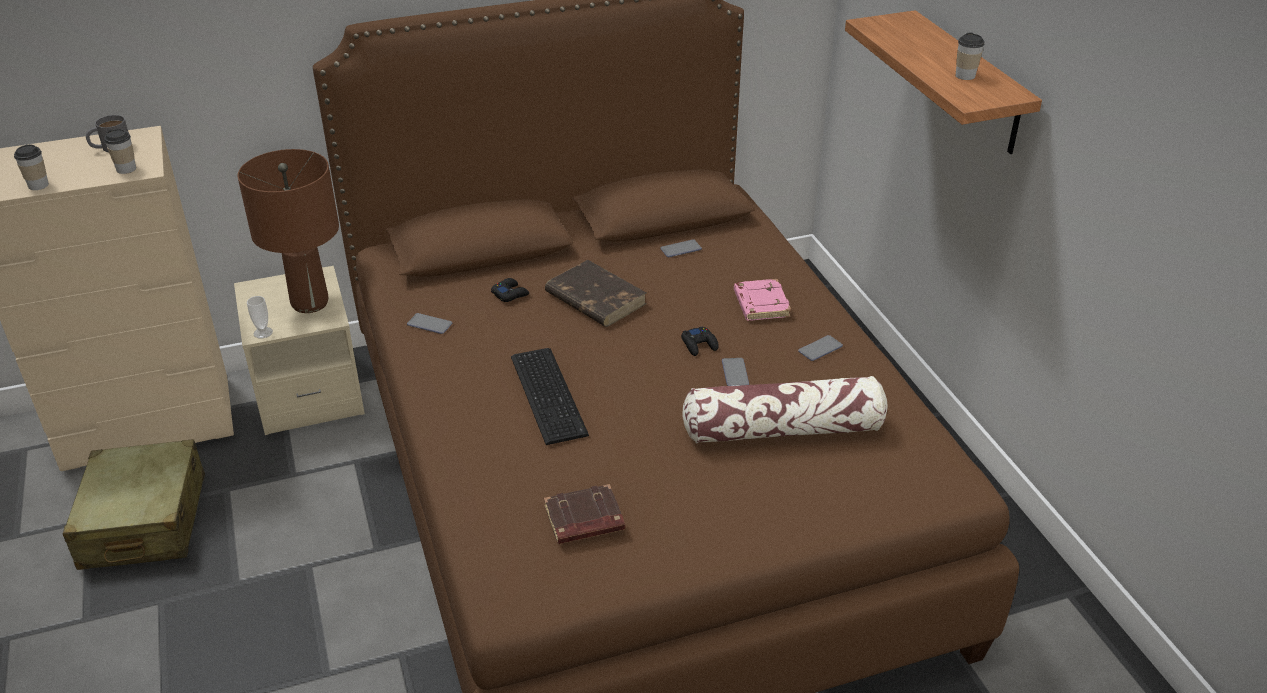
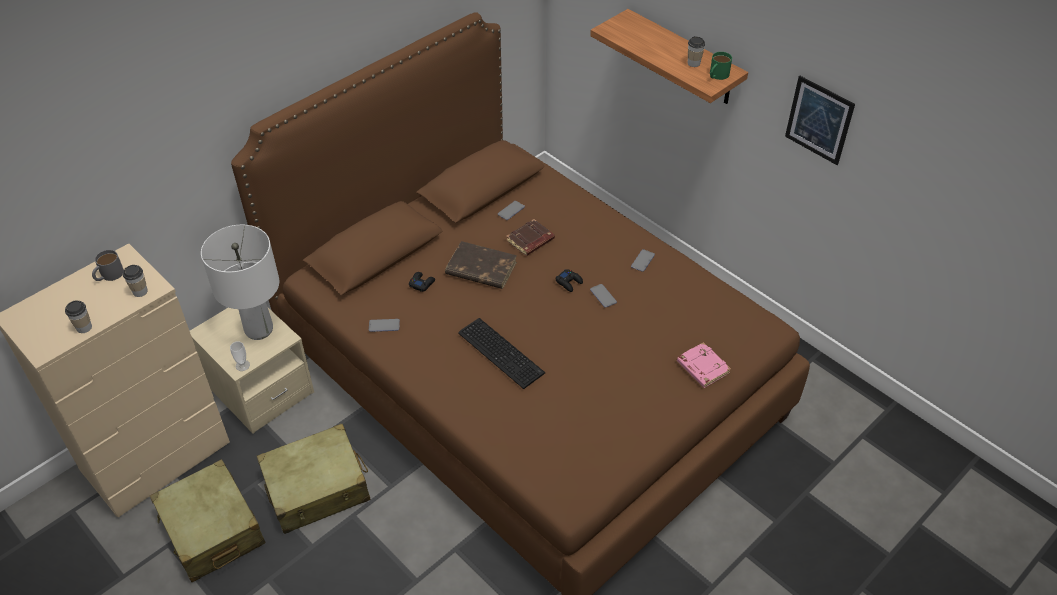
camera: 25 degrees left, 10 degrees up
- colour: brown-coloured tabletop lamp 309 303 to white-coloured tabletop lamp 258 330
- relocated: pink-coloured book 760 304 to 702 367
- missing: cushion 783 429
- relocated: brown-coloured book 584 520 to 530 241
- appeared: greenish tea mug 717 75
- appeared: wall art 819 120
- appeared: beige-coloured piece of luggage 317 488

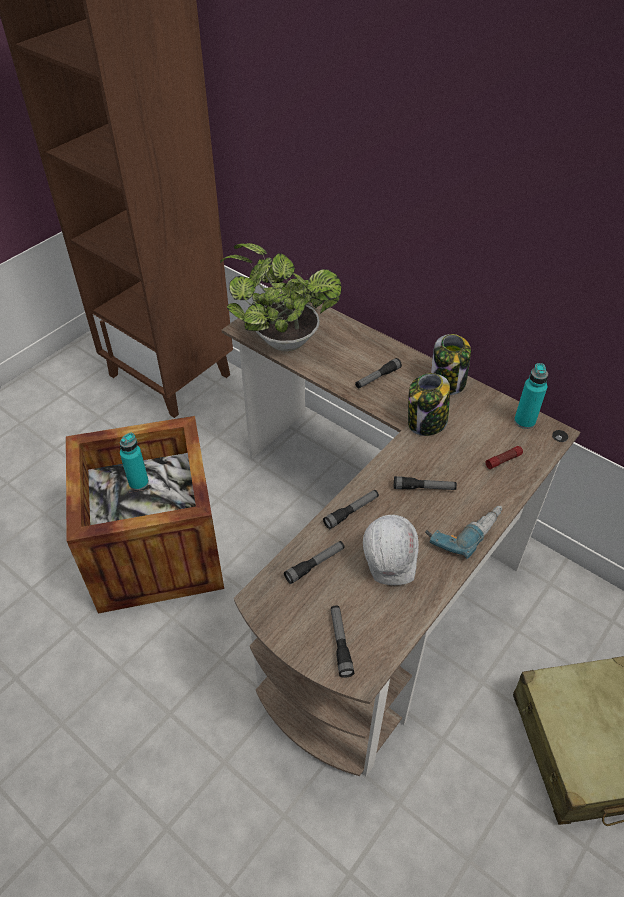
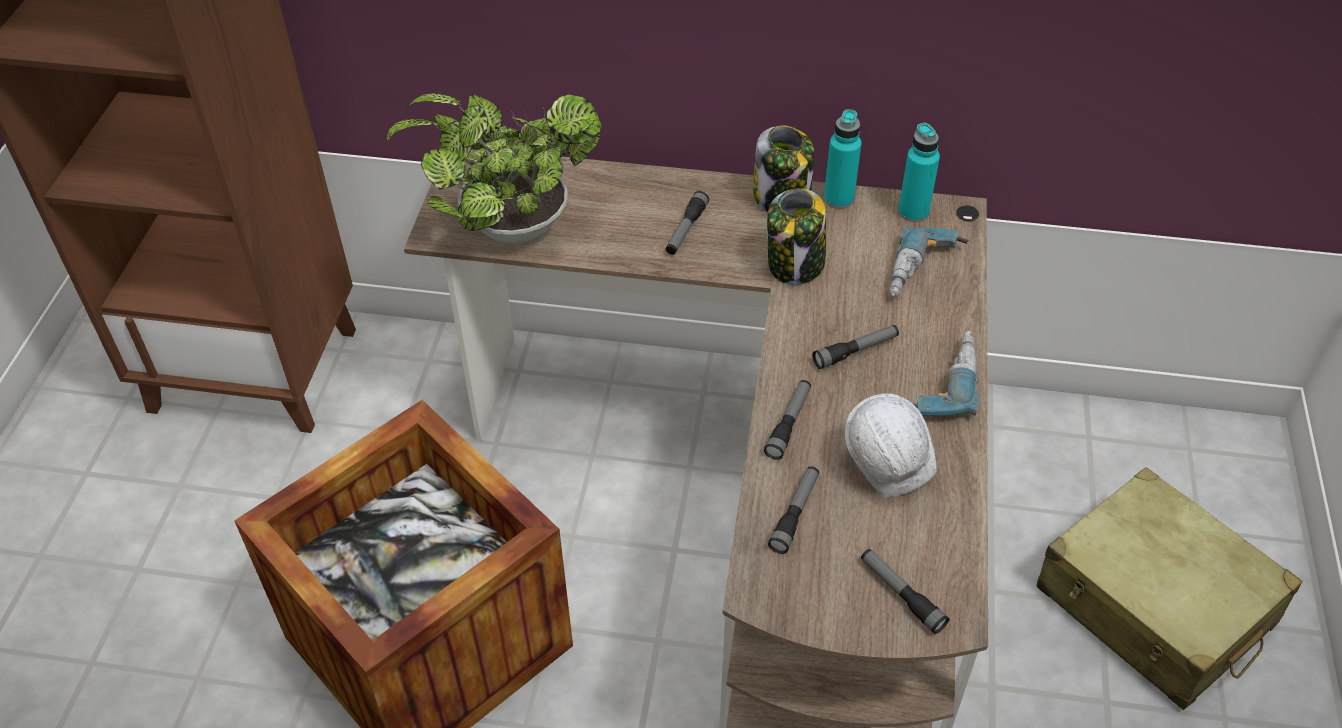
camera: 30 degrees left, 0 degrees up
- relocated: turquoise-coloured beverage bottle 138 482 to 838 198
- exchanged: flashlight 503 460 to power drill 924 273

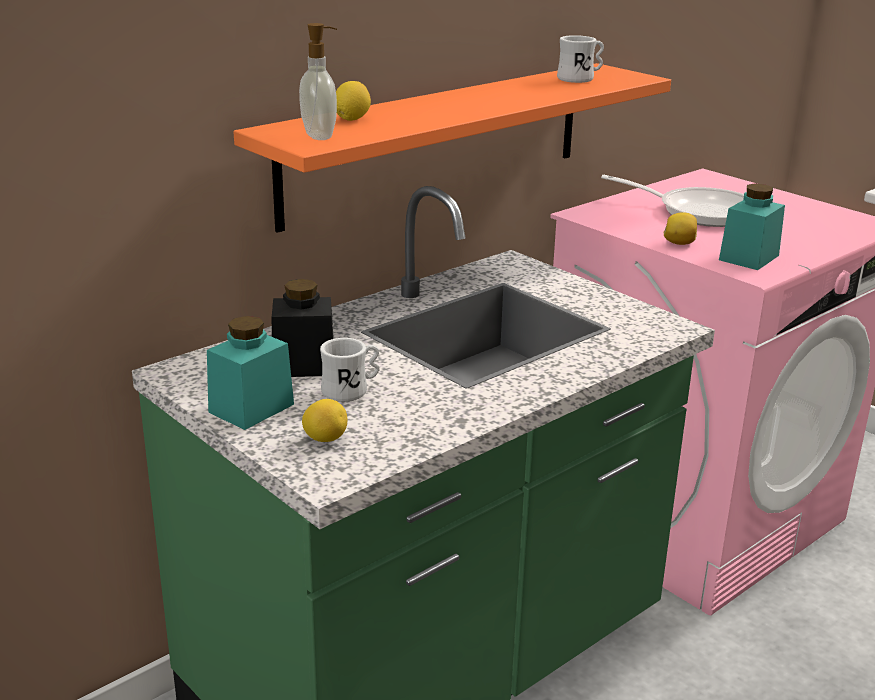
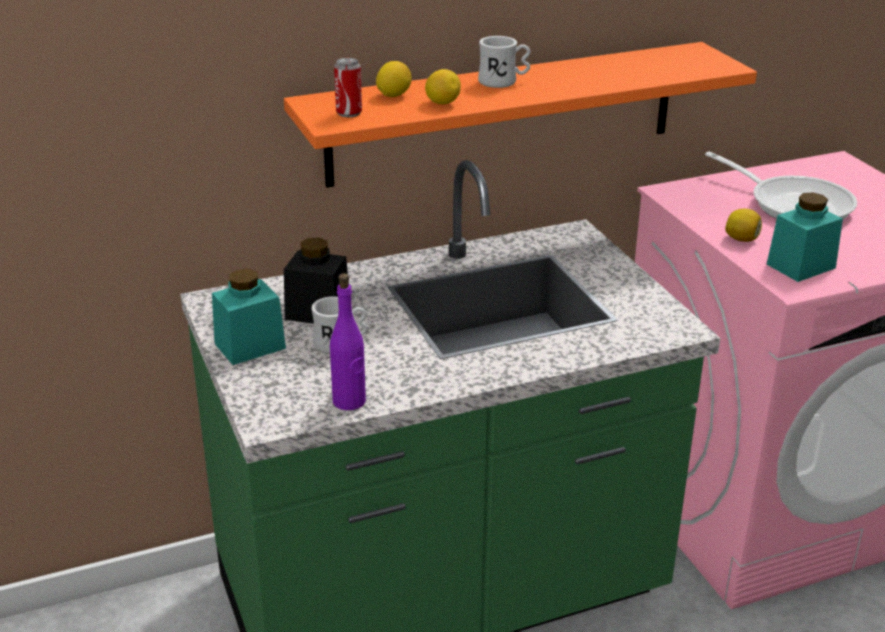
camera: 20 degrees right, 5 degrees up
- exchanged: soap dispenser 320 136 to can 349 113
- relocated: white-coloured tea mug 580 79 to 503 82
- relocated: citrus fruit 325 439 to 442 103
- appeared: purplish beverage bottle 349 401

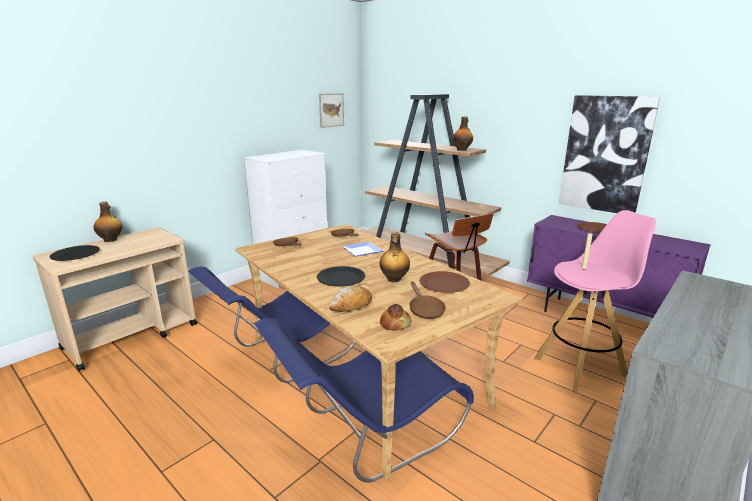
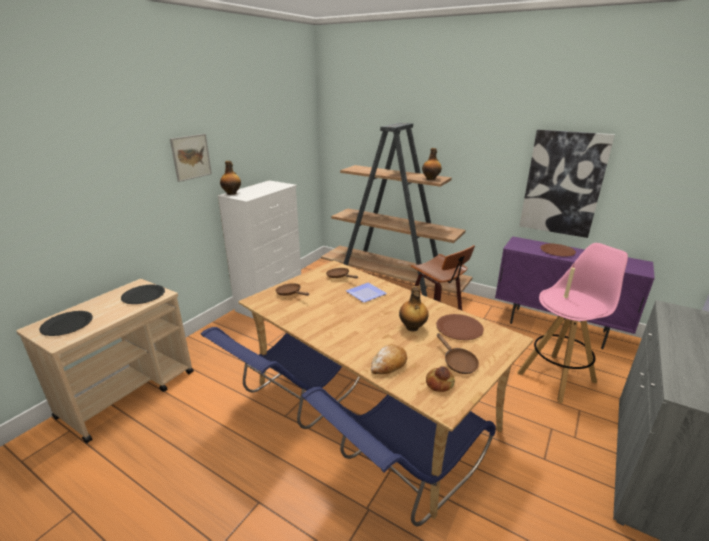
camera: 10 degrees left, 5 degrees up
- relocated: wall art 331 110 to 191 157
- relocated: beverage bottle 111 240 to 232 193
- relocated: blackish plate 341 278 to 143 295

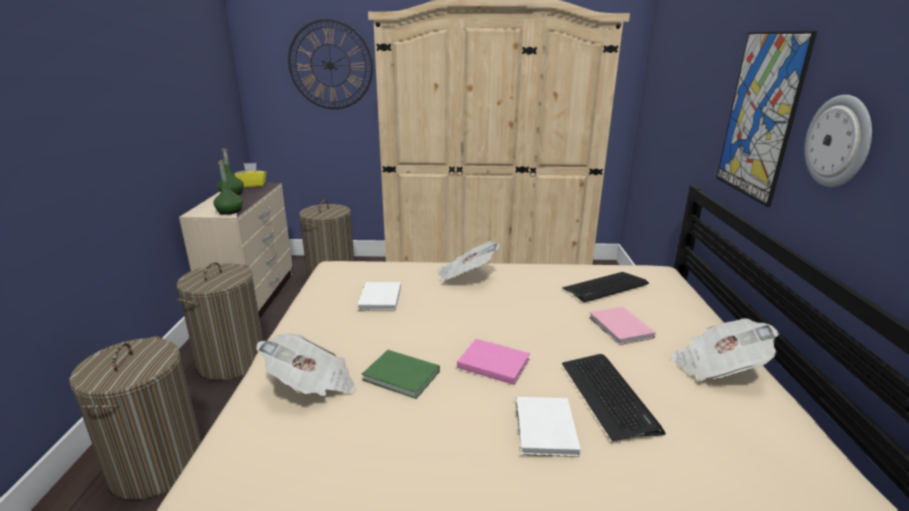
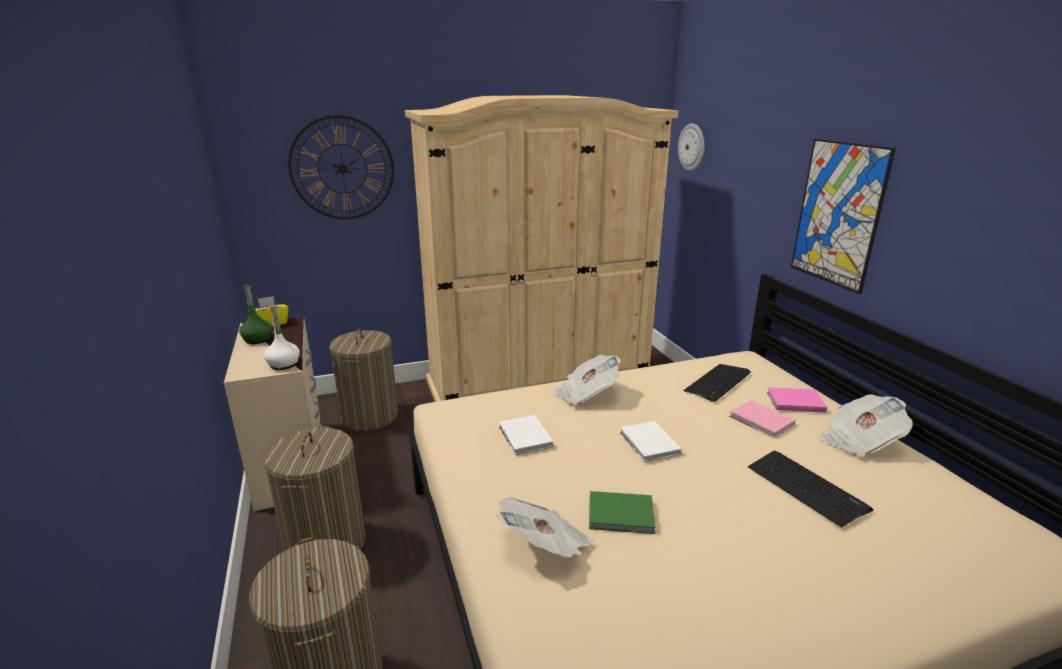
camera: 20 degrees left, 0 degrees up
- relocated: wall clock 839 141 to 692 147
- colour: greenish beverage bottle 229 211 to white-coloured beverage bottle 284 364
- relocated: pink-coloured book 492 362 to 793 401
- relocated: white-coloured book 544 430 to 649 444

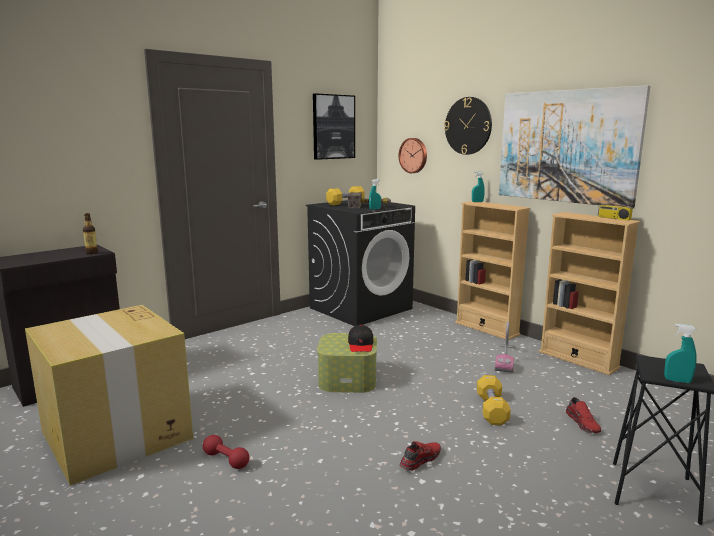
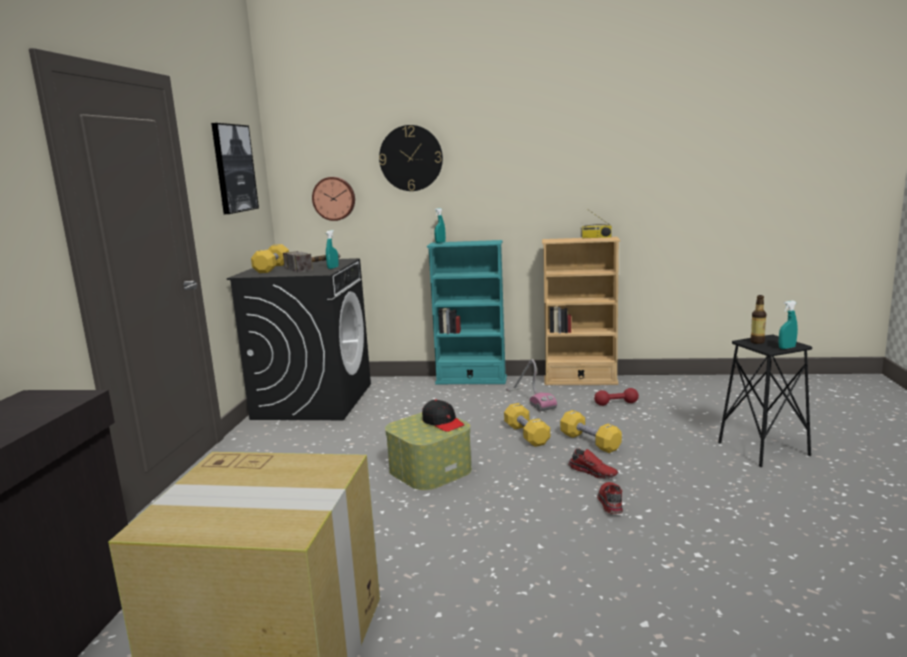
camera: 40 degrees left, 0 degrees up
- missing: wall art 566 146
- colour: beige-coloured bookshelf 486 328 to turquoise-coloured bookshelf 471 380
- relocated: beverage bottle 92 253 to 757 342
- relocated: reddish shoe 583 423 to 593 472
- relocated: reddish dumbbell 226 460 to 616 404
- appeared: yellow dumbbell 526 435

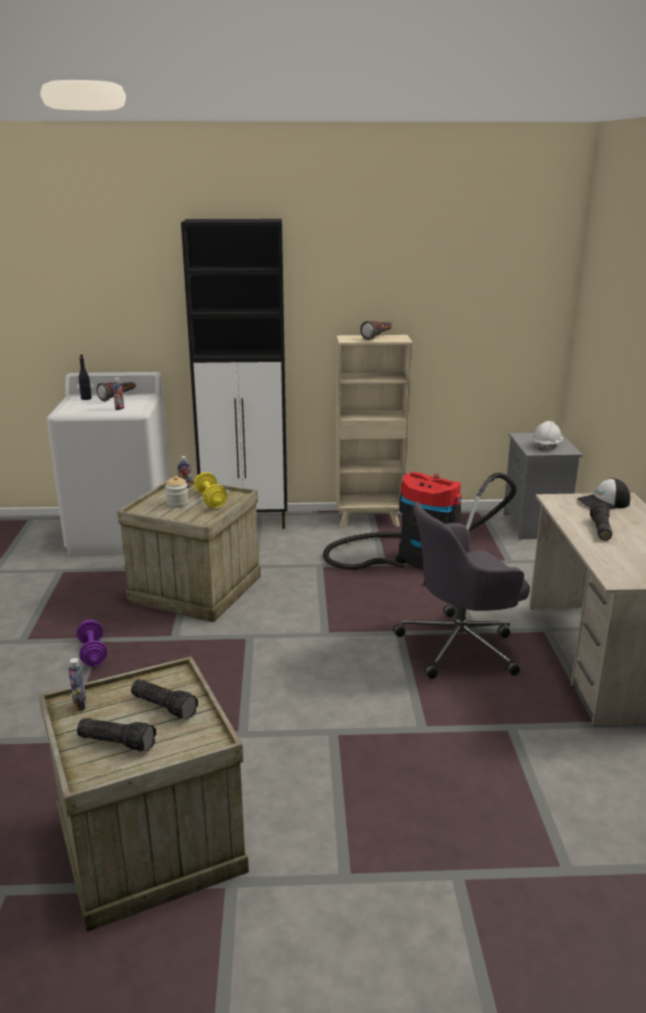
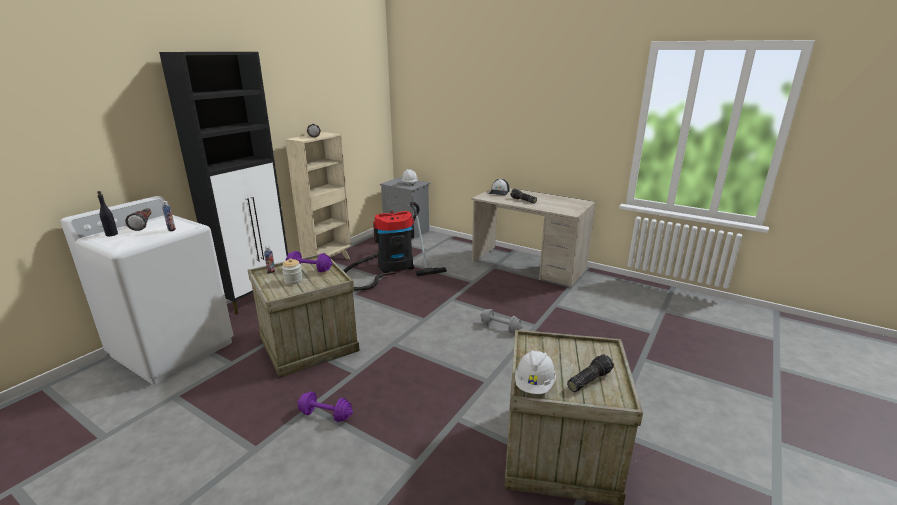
camera: 55 degrees left, 0 degrees up
- colour: yellow dumbbell 210 500 to purplish dumbbell 309 270
- missing: gray office chair 461 646
- exchanged: beverage bottle 80 705 to white-coloured hard hat 534 384
- missing: flashlight 165 706
- appeared: gray dumbbell 500 328

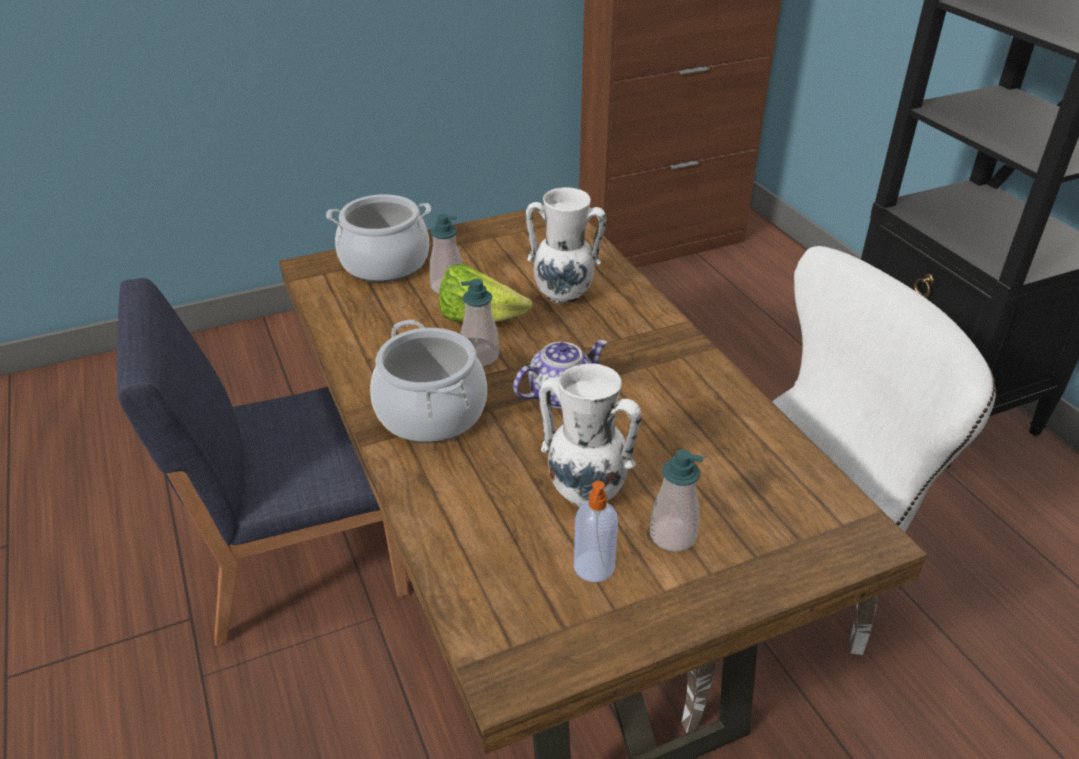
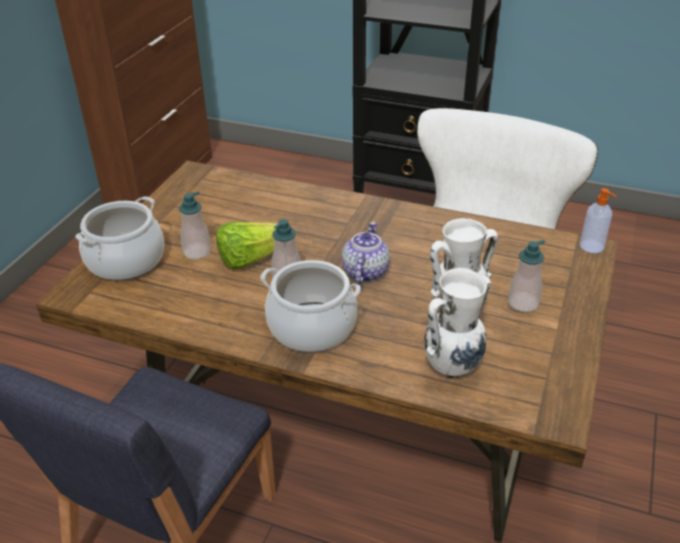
camera: 45 degrees left, 0 degrees up
- relocated: white-coloured vase 564 296 to 453 366
- relocated: soap dispenser 593 568 to 592 247

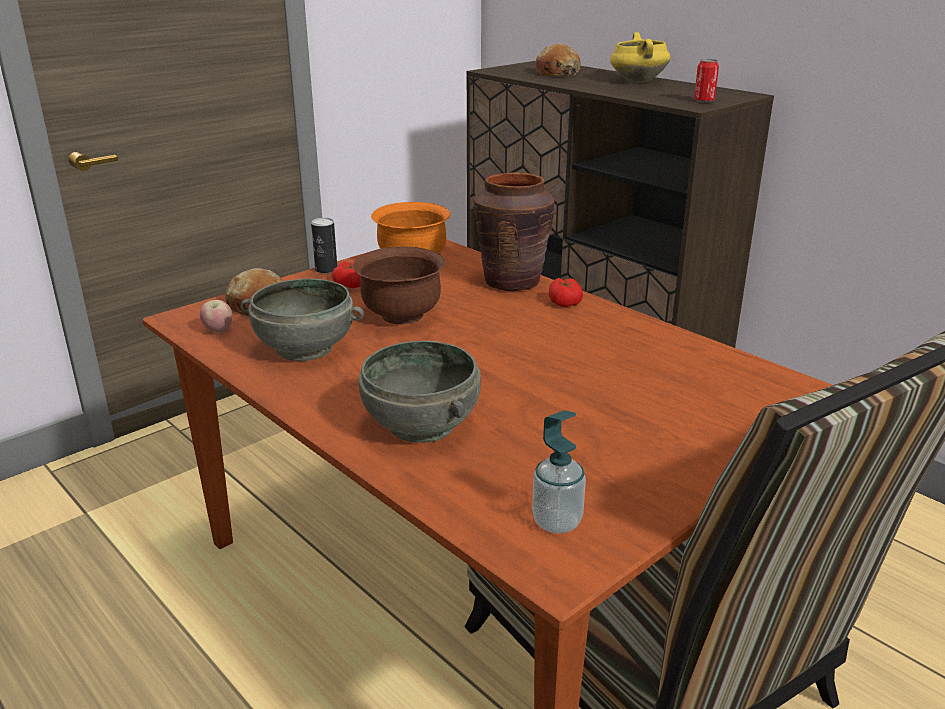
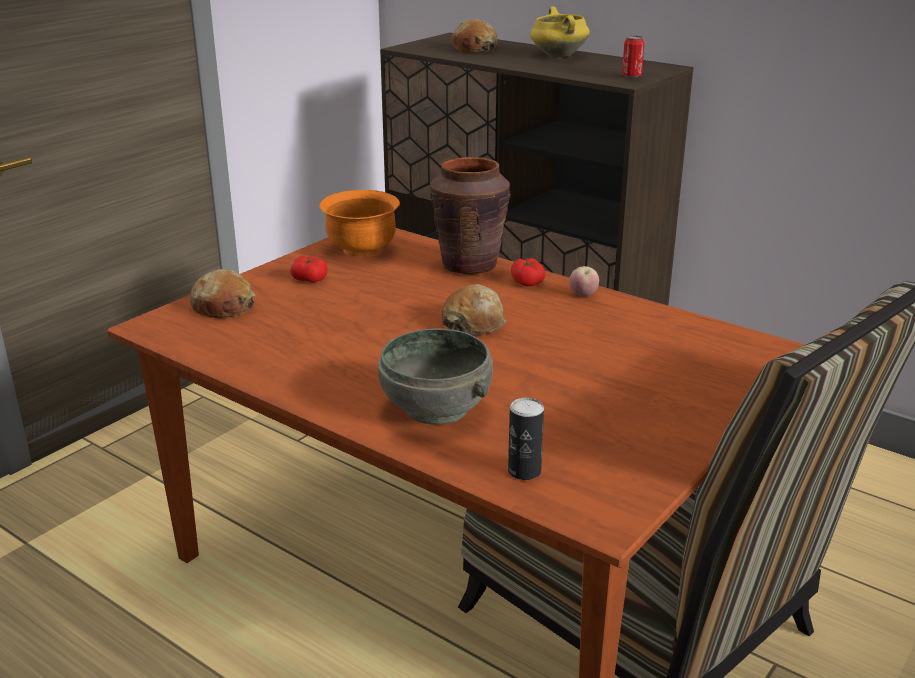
camera: 10 degrees left, 0 degrees up
- relocated: can 326 269 to 524 471
- missing: brown-coloured serving bowl 401 315
- missing: gray serving bowl 304 349
- relocated: whole apple 218 330 to 583 295
- missing: soap dispenser 557 522
- appeared: baked bread 474 323

